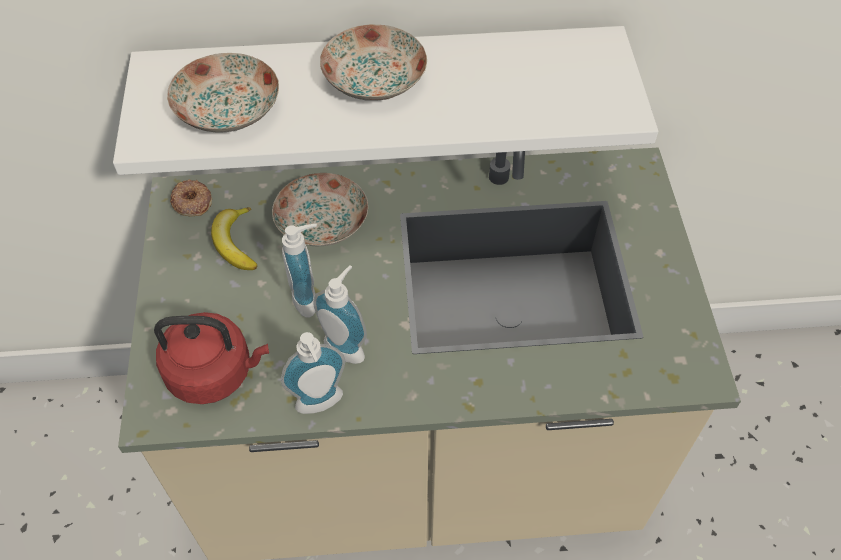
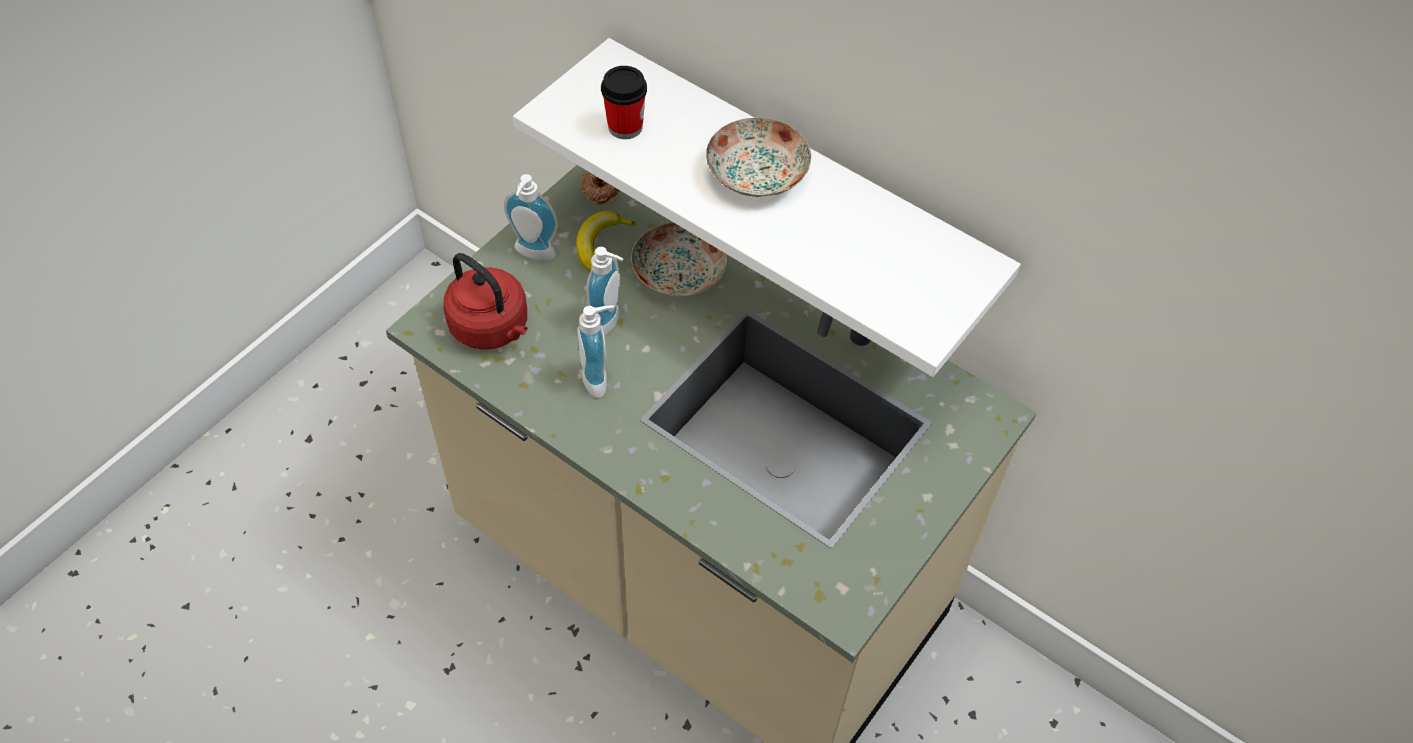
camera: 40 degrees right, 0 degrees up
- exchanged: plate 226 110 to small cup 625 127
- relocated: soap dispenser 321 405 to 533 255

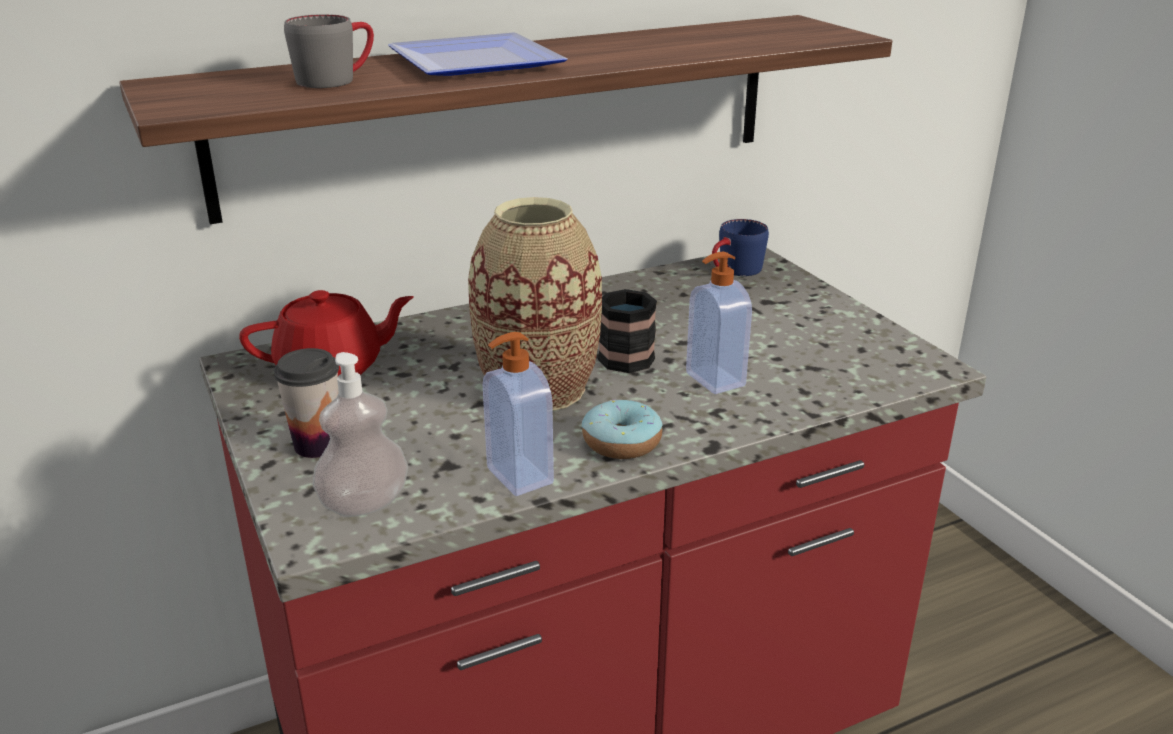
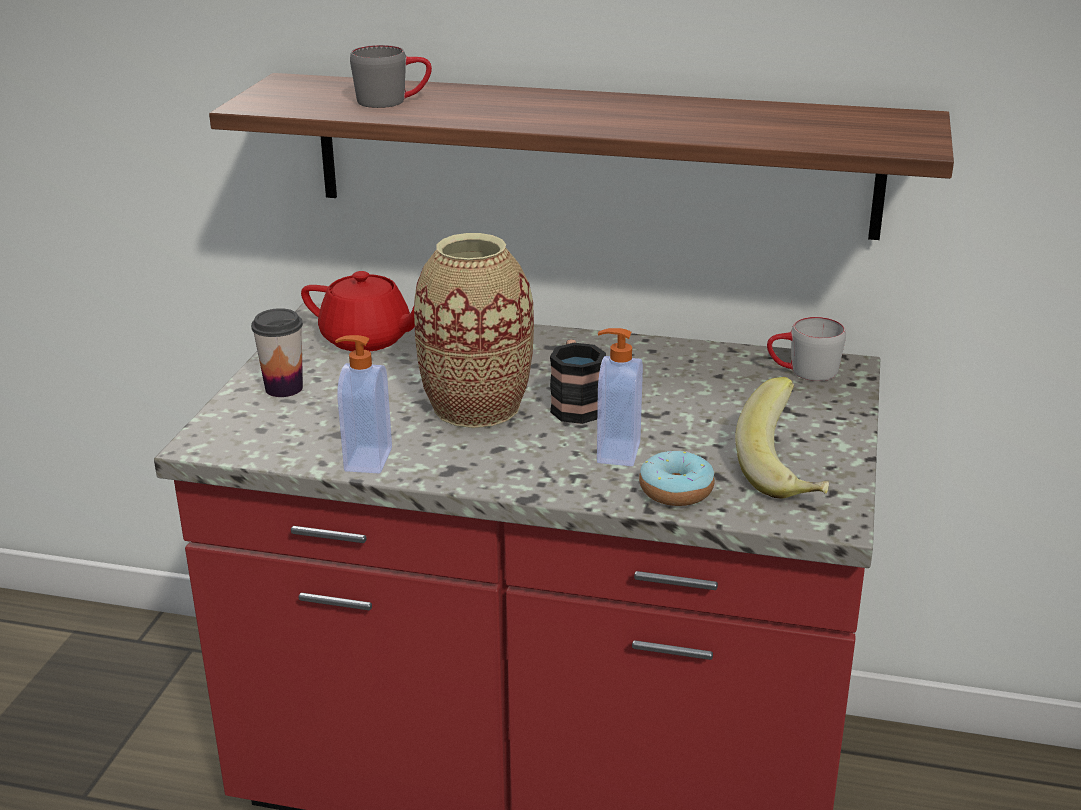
camera: 40 degrees right, 0 degrees up
- missing: plate 482 63
- colour: blue-coloured tea mug 734 271 to gray tea mug 803 371
- missing: soap dispenser 364 503
- relocated: ring doughnut 621 442 to 676 491
- appeared: whole banana 788 473

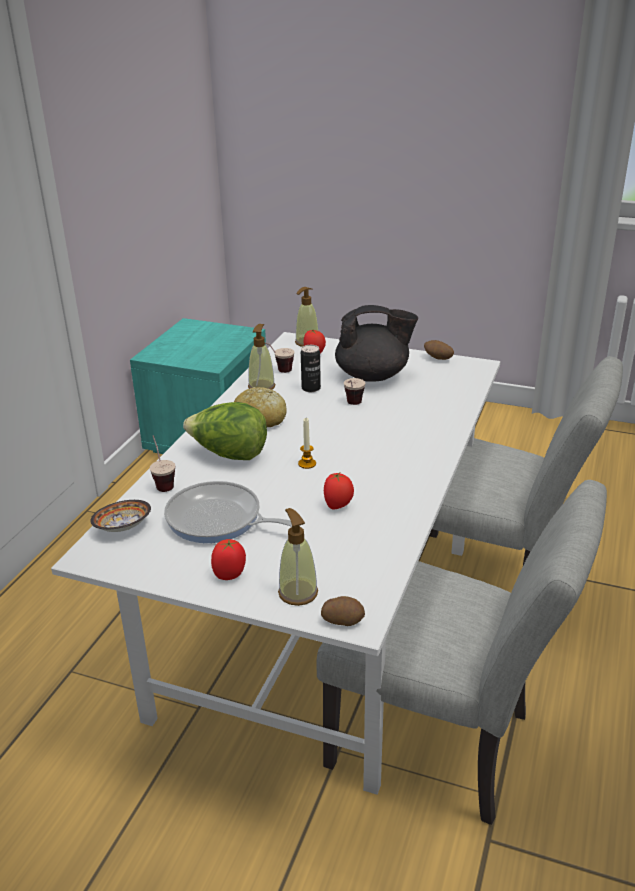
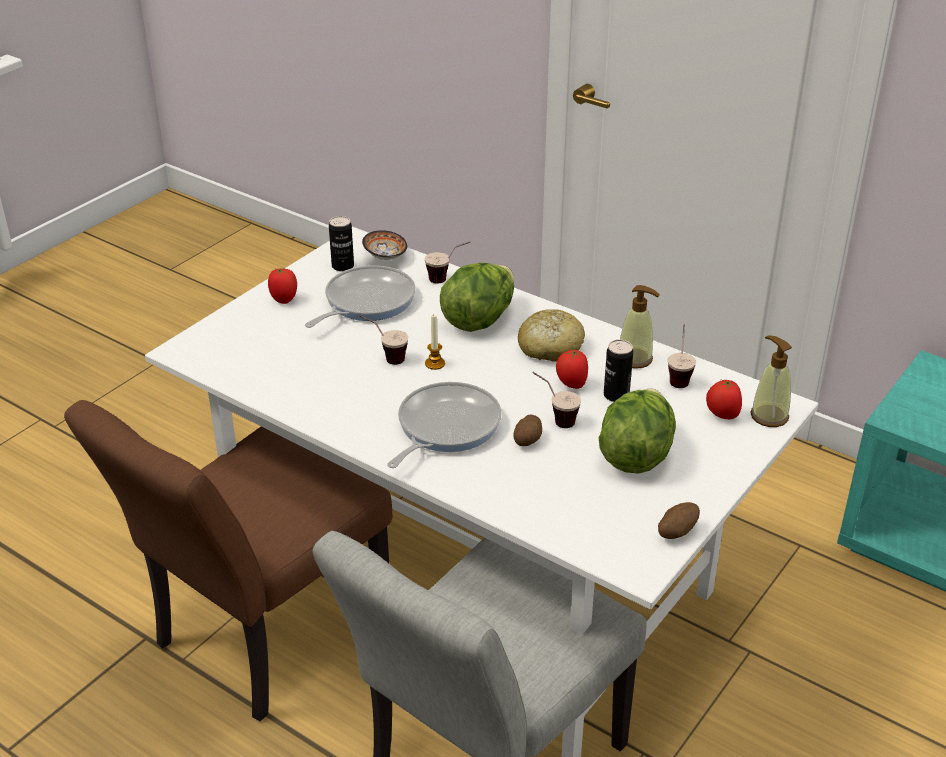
camera: 105 degrees right, 5 degrees up
- exchanged: blackish tea pot 373 376 to lettuce 636 454
- relocated: tomato 338 506 to 571 384
- colour: gray plain chair 445 745 to brown-coloured plain chair 259 640
- missing: soap dispenser 298 592
- relocated: potato 342 620 to 528 440
- appeared: can 343 266
- appeared: small cup 385 358
- appeared: skillet 445 427

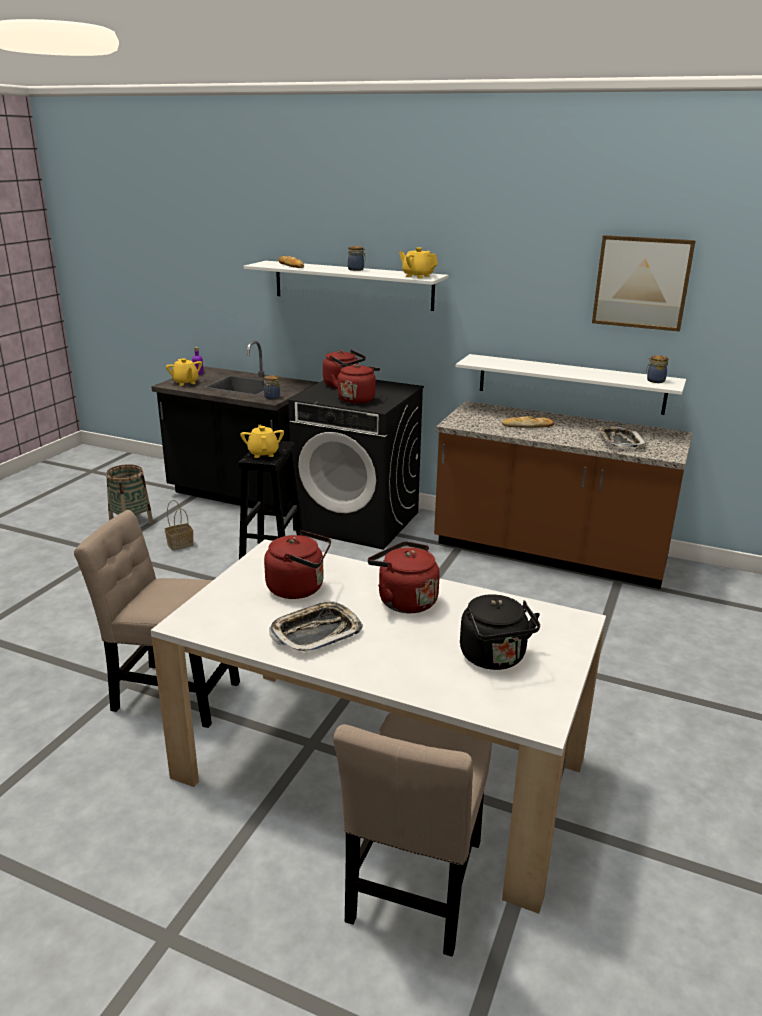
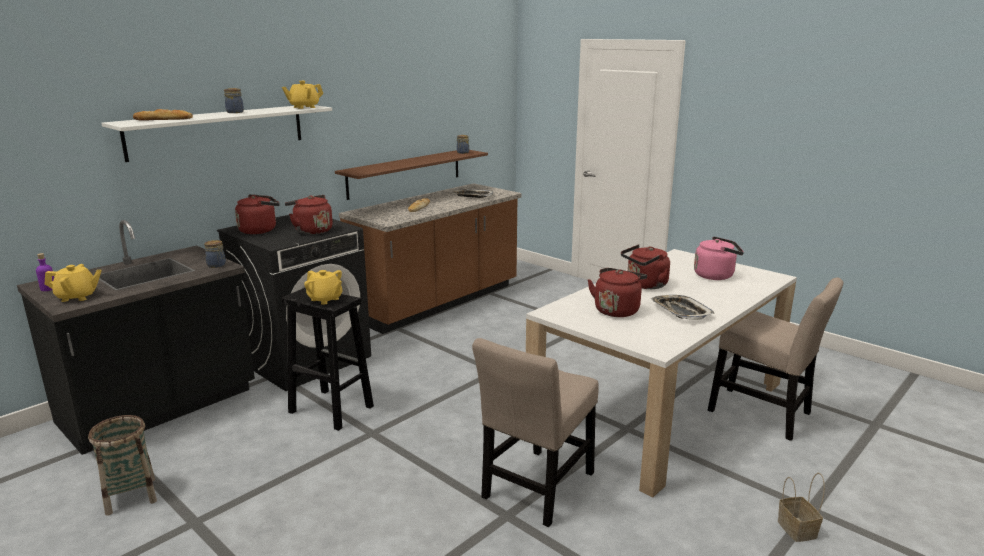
camera: 70 degrees left, 5 degrees down
- missing: wall art 642 282
- colour: white-coloured wall shelf 570 384 to brown-coloured wall shelf 405 173
- spun: yellow tea pot 263 453 = 325 299 150 degrees counterclockwise
- relocated: household basket 181 544 to 795 528
- colour: blackish kettle 495 658 to pink-coloured kettle 716 275

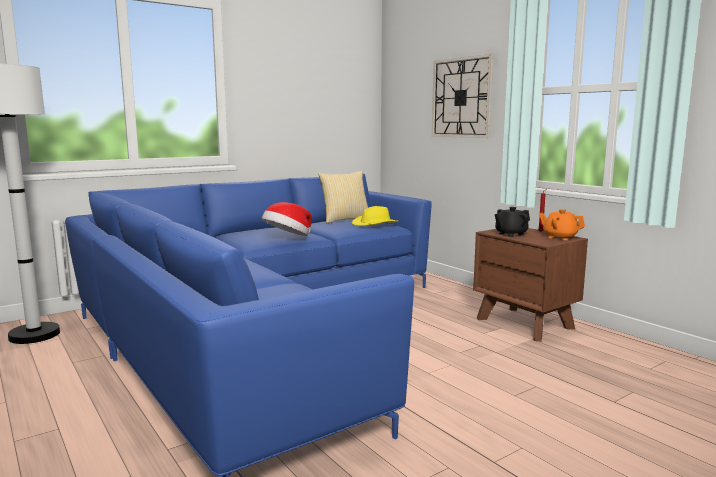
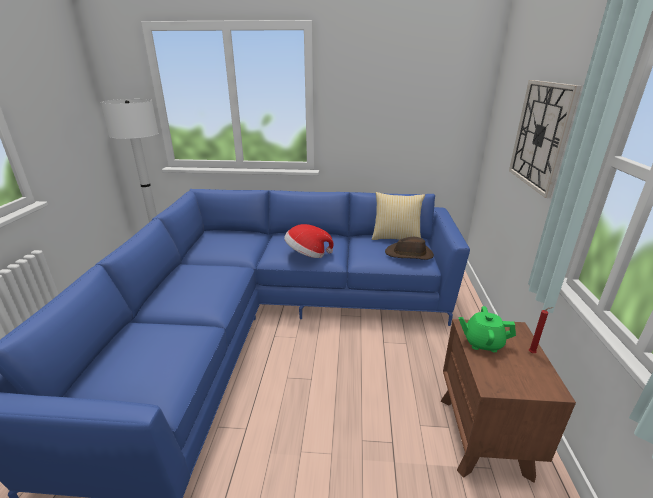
camera: 40 degrees right, 15 degrees up
- colour: yellow hat 375 224 to brown-coloured hat 409 254
- colour: blackish tea pot 510 234 to greenish tea pot 482 343
- missing: orange-coloured tea pot 560 237

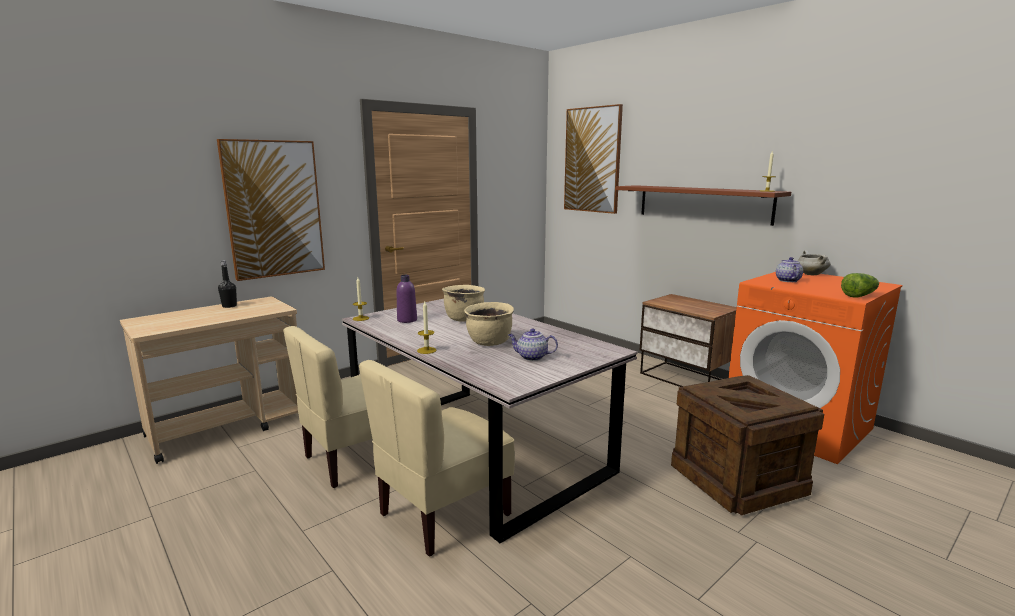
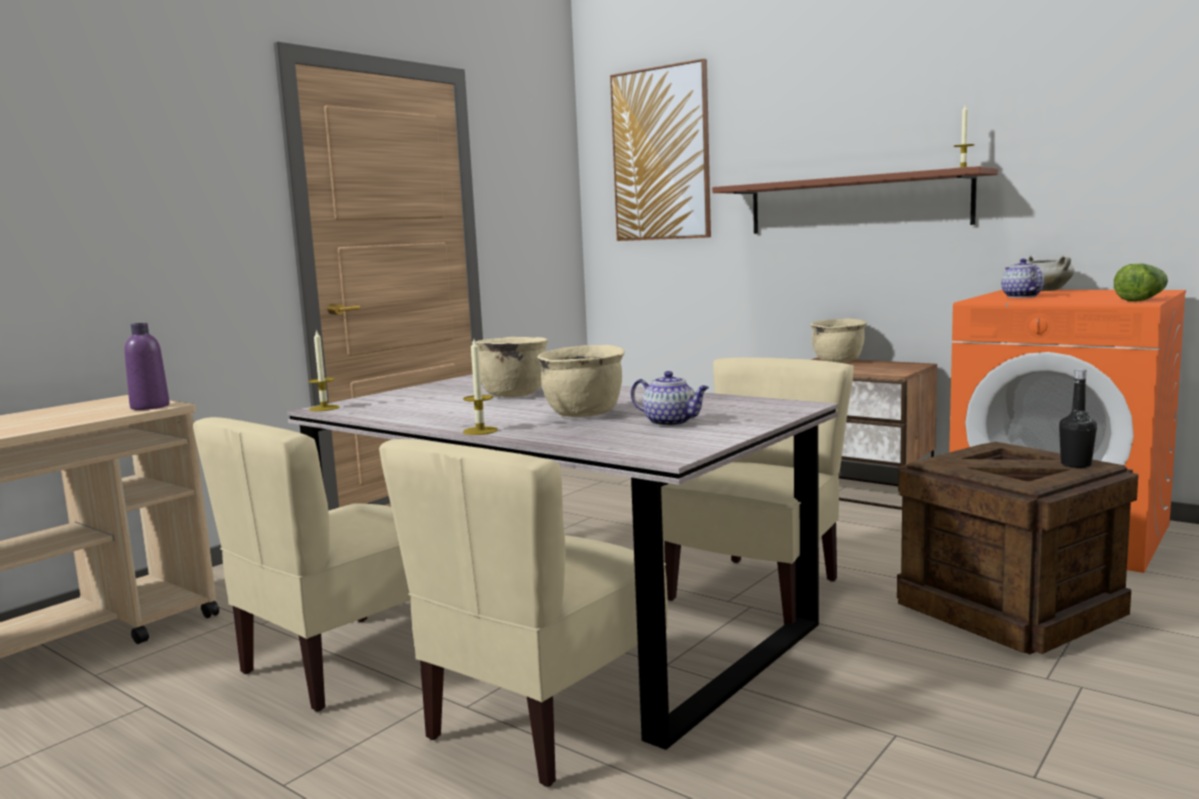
camera: 10 degrees left, 5 degrees down
- missing: wall art 274 209
- relocated: blackish beverage bottle 229 306 to 1076 465
- relocated: purplish beverage bottle 407 320 to 150 407
- spun: tea pot 531 357 = 671 422 150 degrees counterclockwise
- appeared: beige-coloured cooking pot 838 362
- appeared: beige-coloured plain chair 757 591

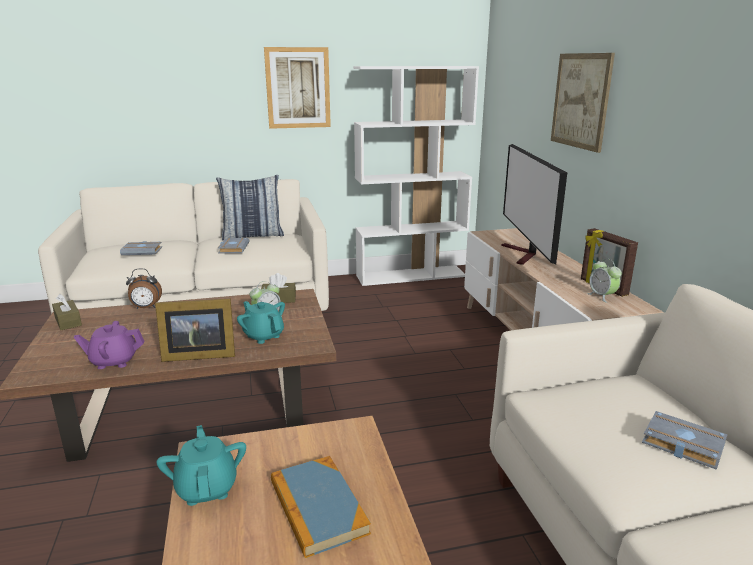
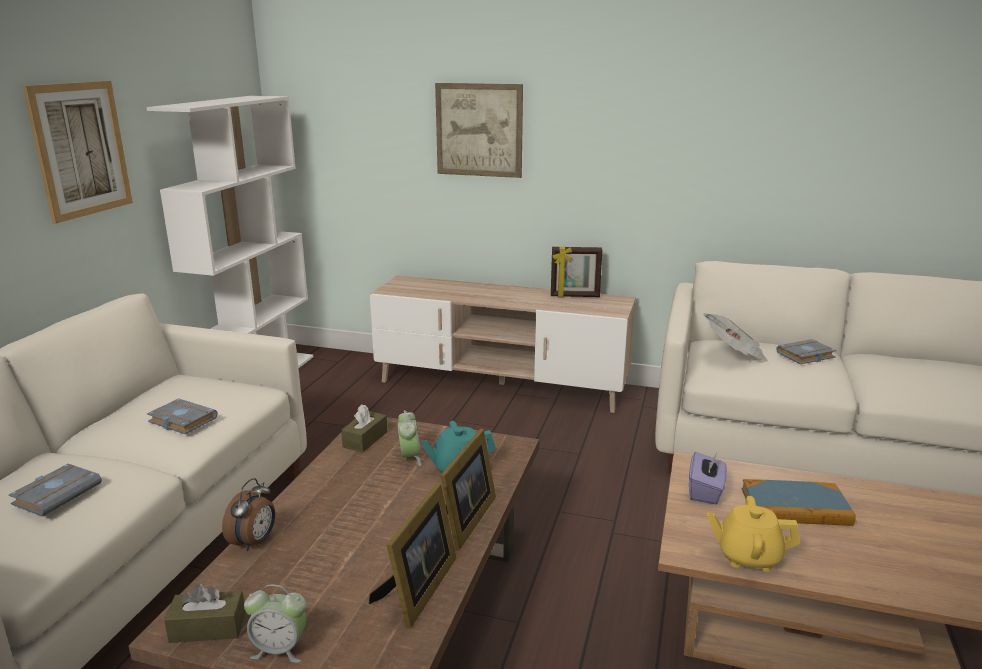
camera: 60 degrees left, 0 degrees up
- missing: television 523 255
- missing: cushion 252 236
- relocated: table clock 602 296 to 280 649
- exchanged: purplish tea pot 114 361 to standing frame 418 590
- colour: turquoise-coloured tea pot 207 488 to yellow tea pot 748 556
- appeared: daily paper 734 353
- appeared: purplish tissue holder 705 491

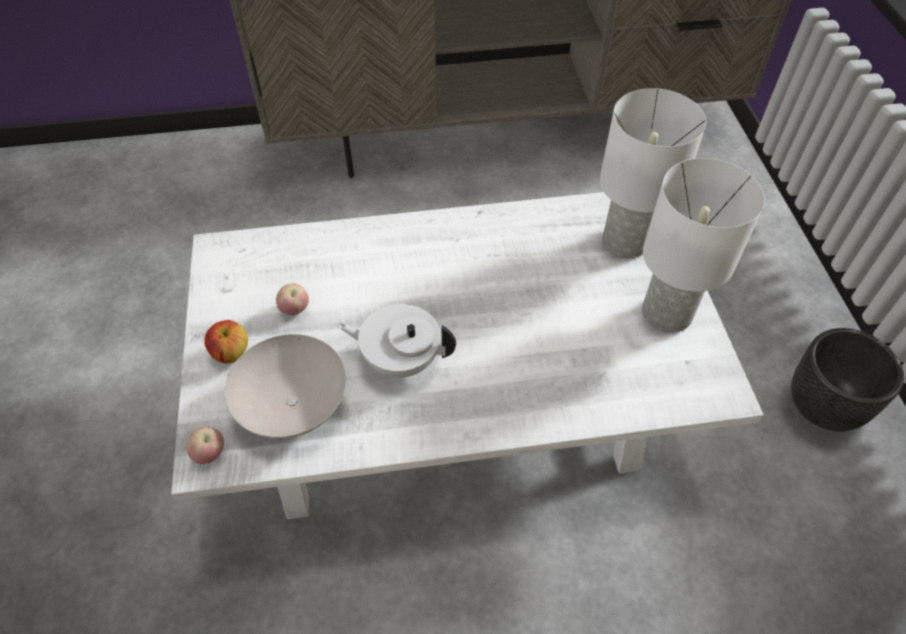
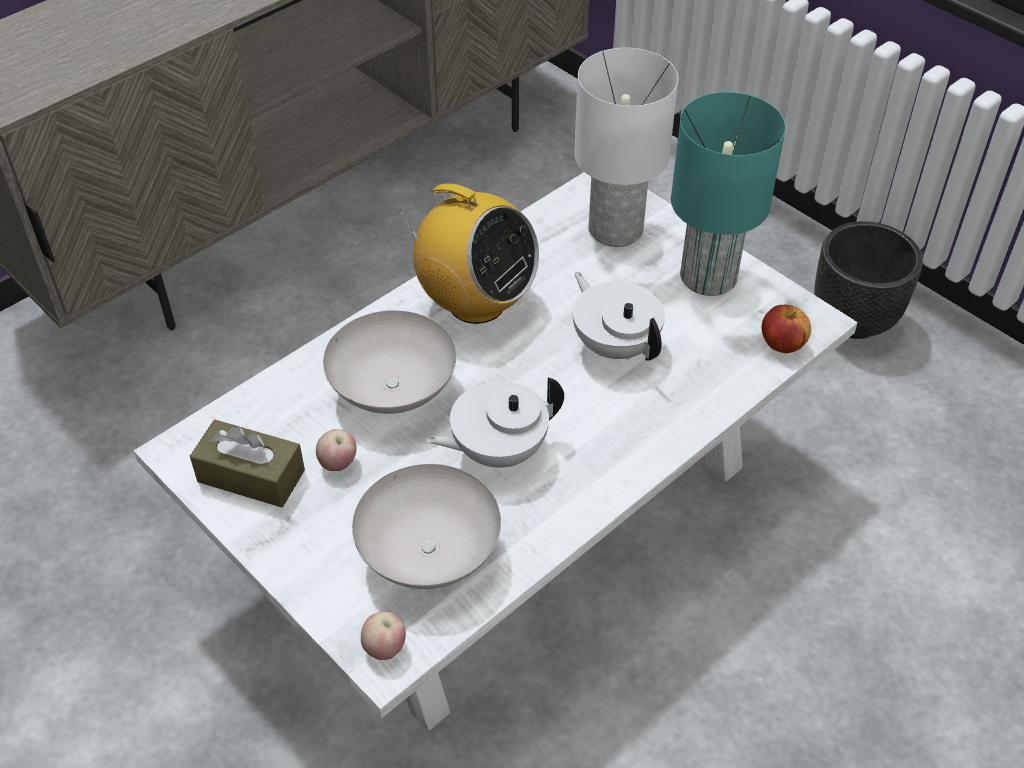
camera: 35 degrees left, 5 degrees down
- colour: white-coloured tabletop lamp 665 313 to turquoise-coloured tabletop lamp 706 277
- relocated: whole apple 231 353 to 782 344
- appeared: radio 475 303
- appeared: white-coloured tea pot 615 345
- appeared: white-coloured serving bowl 392 389
- appeared: brown-coloured tissue holder 251 476

